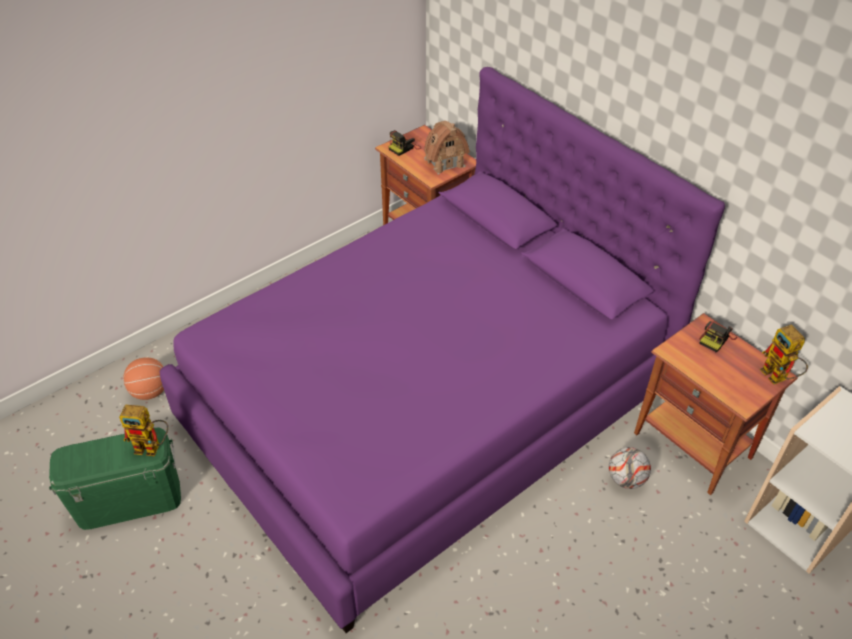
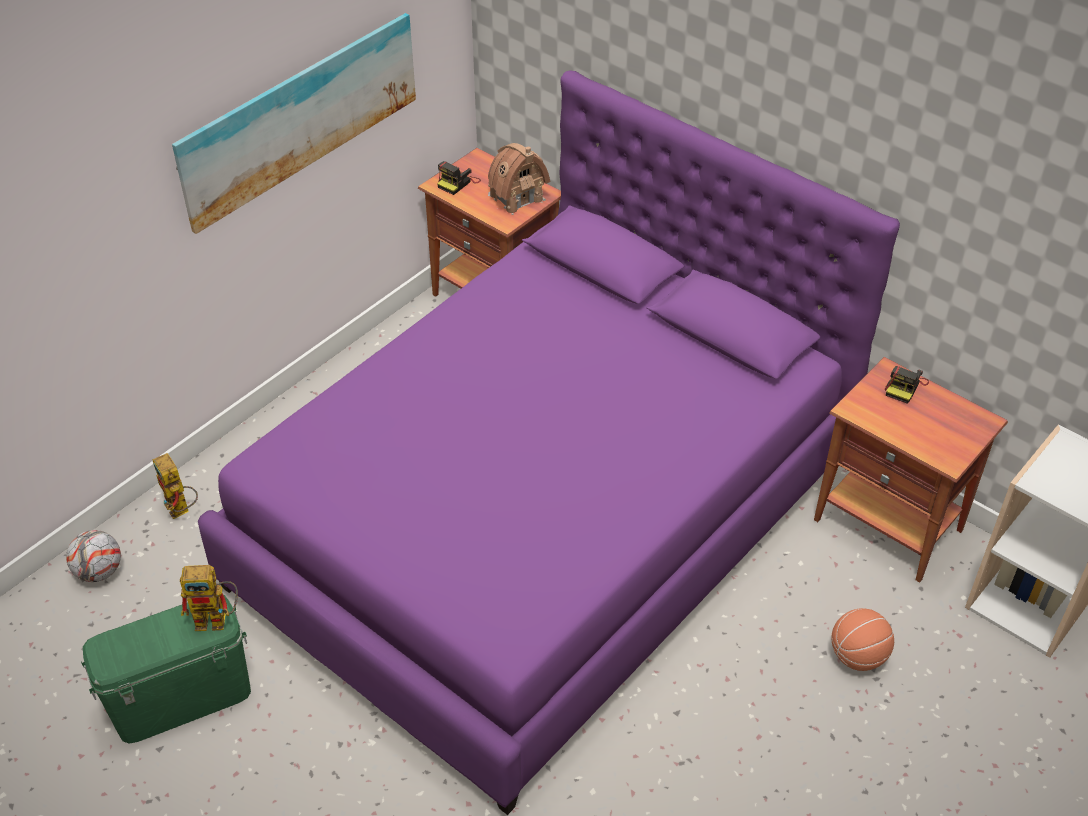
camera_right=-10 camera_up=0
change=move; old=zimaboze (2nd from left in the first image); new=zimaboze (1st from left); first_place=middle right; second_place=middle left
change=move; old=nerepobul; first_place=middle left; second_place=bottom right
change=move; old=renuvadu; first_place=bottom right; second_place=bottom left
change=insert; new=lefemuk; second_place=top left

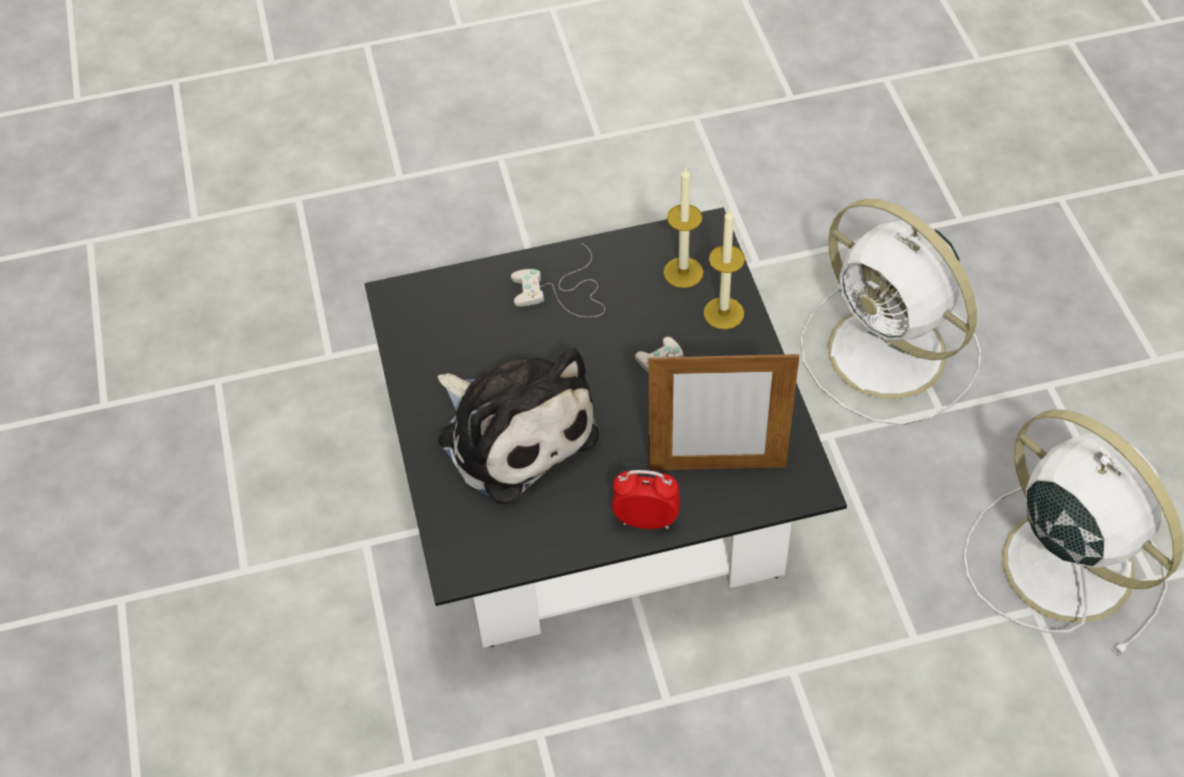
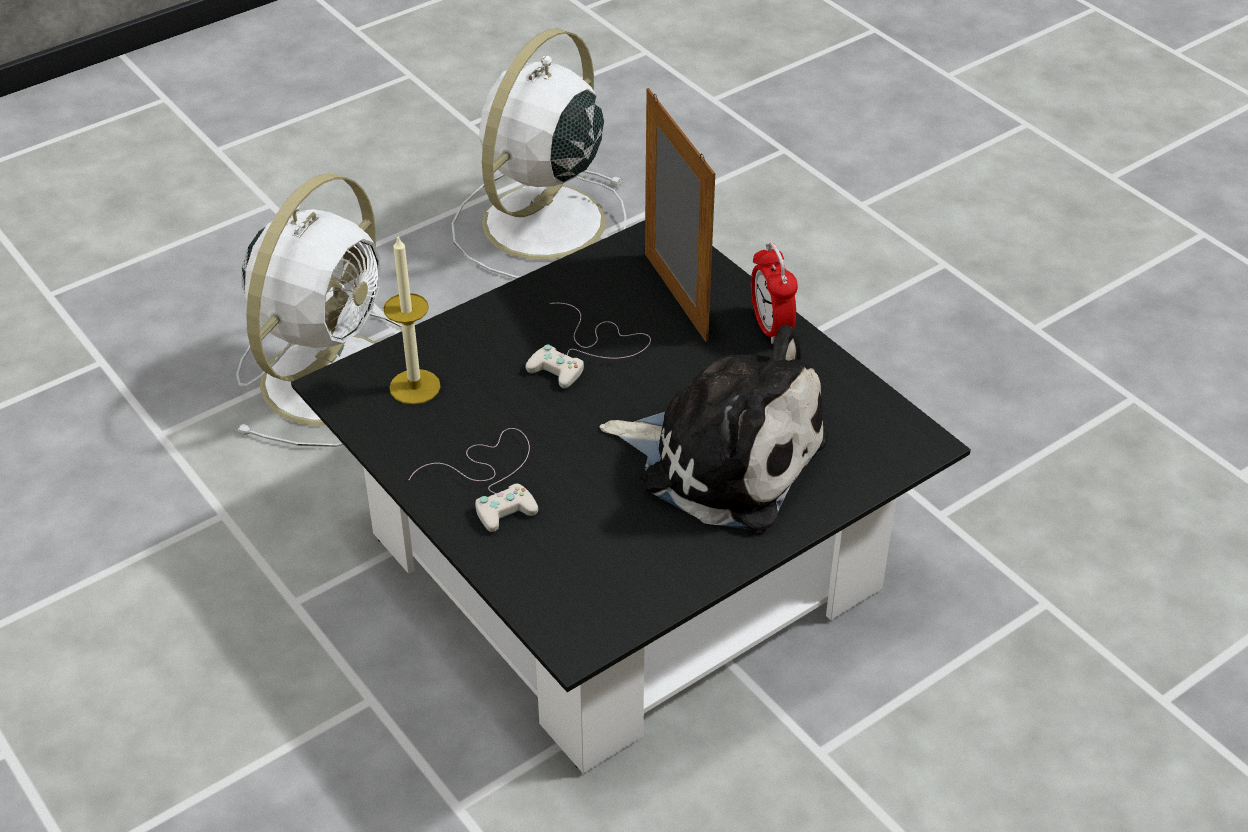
camera_right=-115 camera_up=-10
change=delete; old=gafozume (2nd from left); first_place=centre
change=rotate; old=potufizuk; first_place=centre; second_place=centre; degrees=90

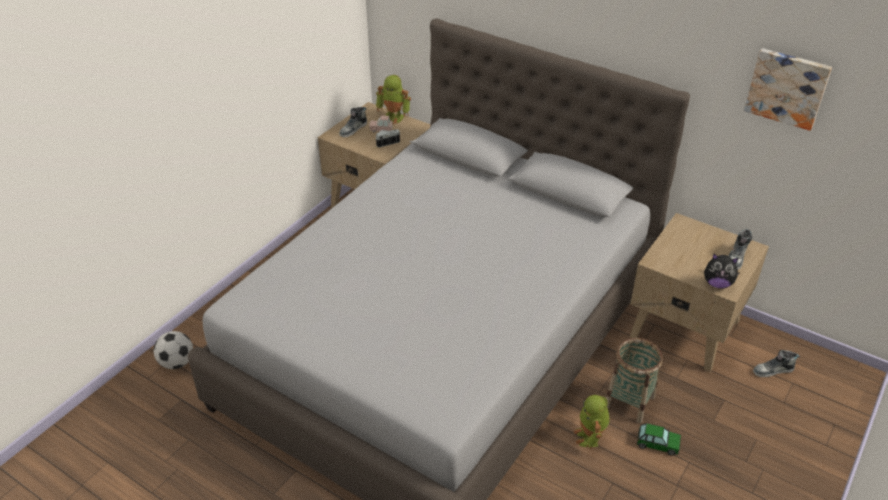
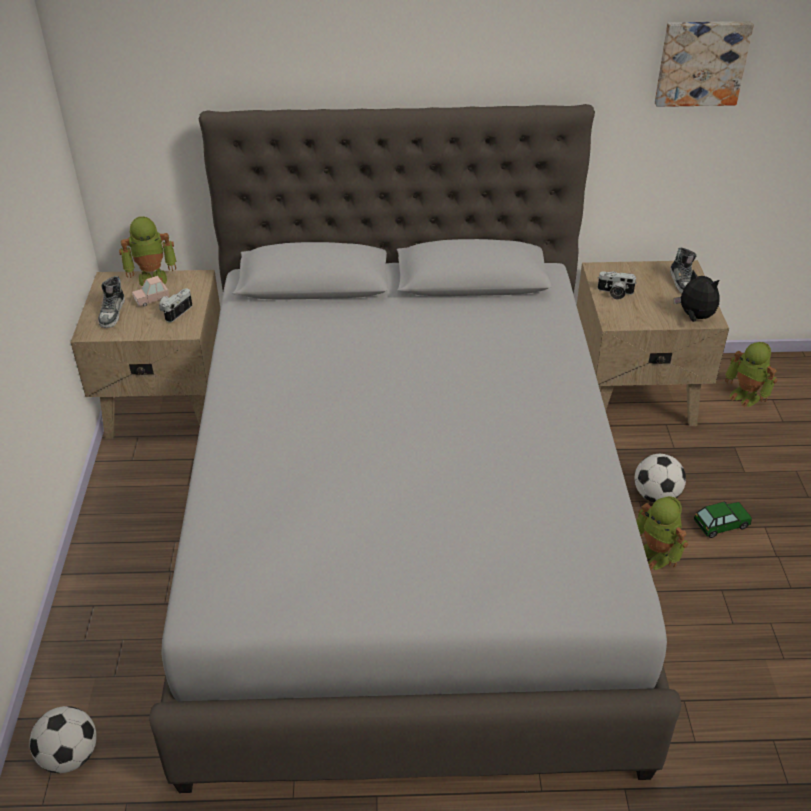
camera_right=-35 camera_up=0
change=rotate; old=potufizuk; first_place=middle right; second_place=middle right; degrees=-120
change=replace; old=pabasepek; new=renuvadu (2nd from left); first_place=bottom right; second_place=middle right
change=replace; old=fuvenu (3rd from left); new=zimaboze (3rd from left); first_place=bottom right; second_place=middle right
change=insert; new=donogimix (2nd from left); second_place=middle right

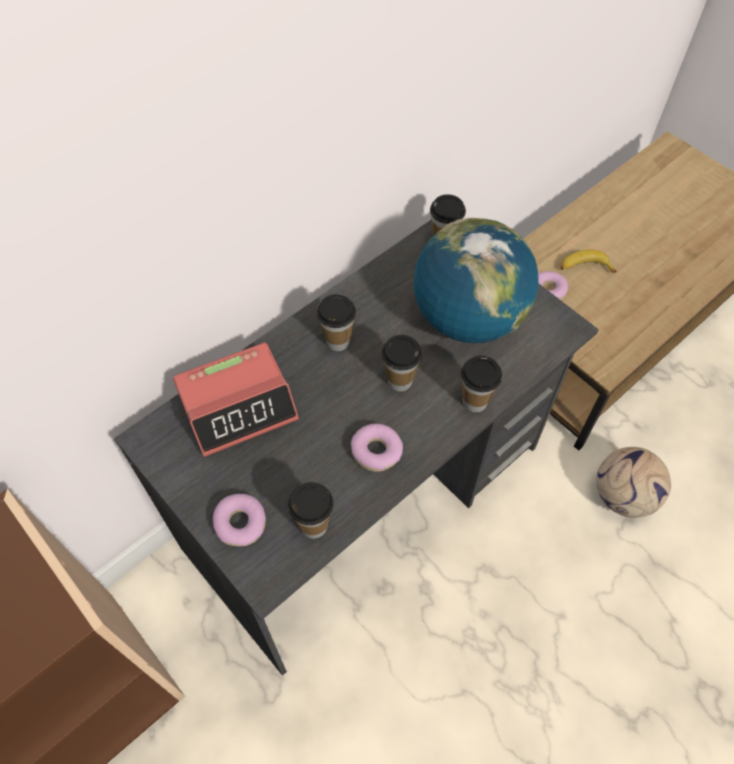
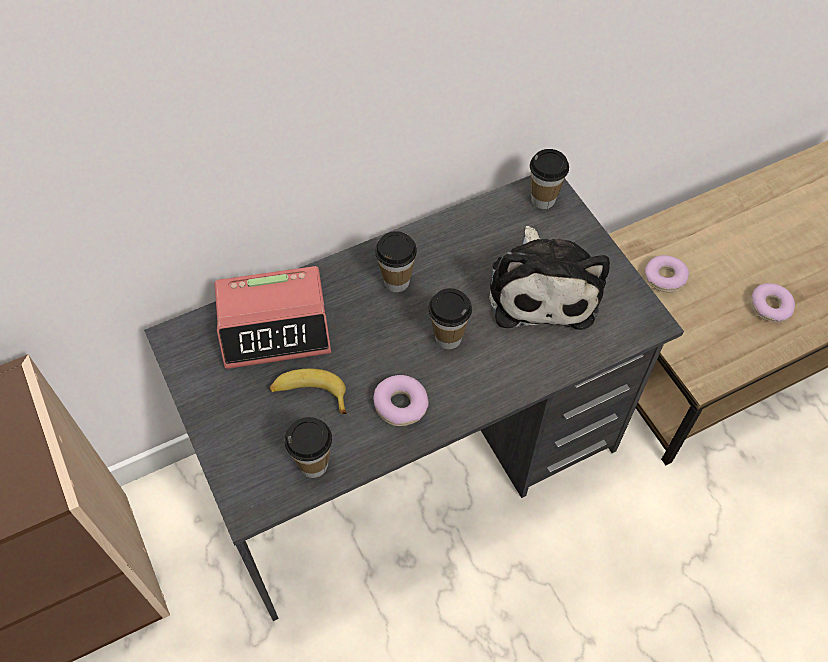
camera_right=15 camera_up=0
change=replace; old=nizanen; new=potufizuk; first_place=centre; second_place=centre
change=move; old=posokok; first_place=middle right; second_place=centre
change=delete; old=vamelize (5th from left); first_place=centre
change=delete; old=renuvadu; first_place=middle right
change=move; old=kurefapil (1st from left in the first image); new=kurefapil (3rd from left); first_place=bottom left; second_place=middle right

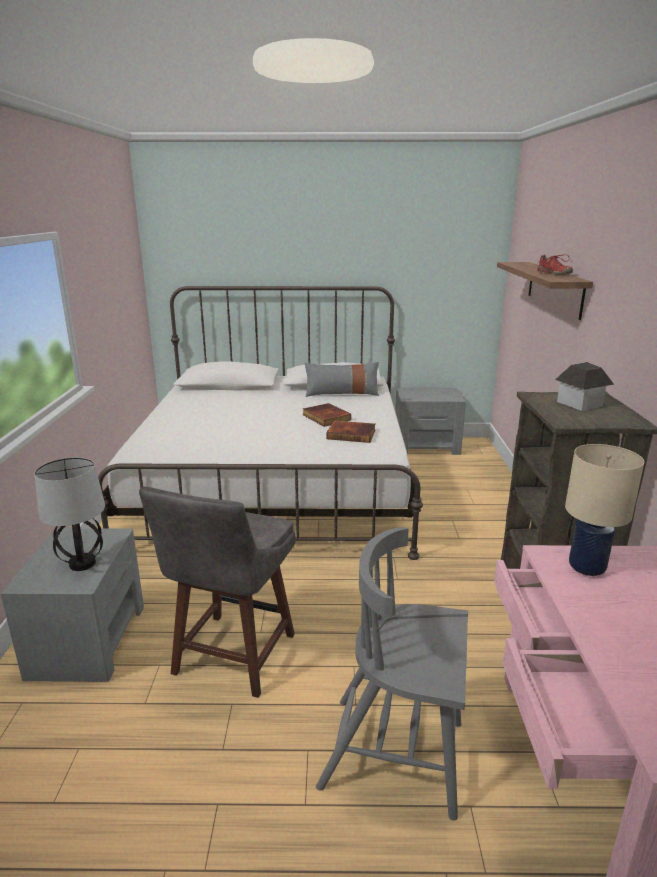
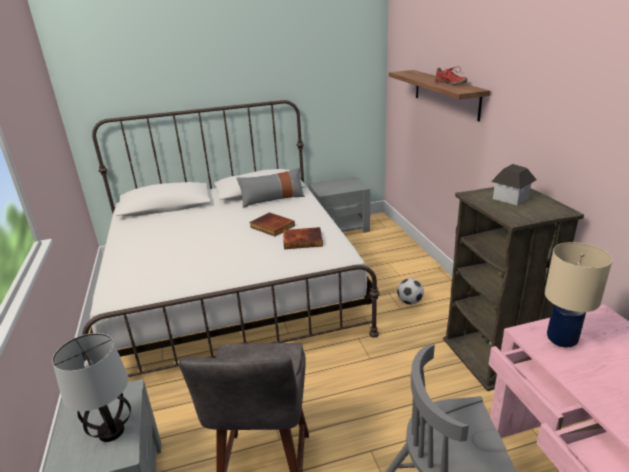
camera_right=-15 camera_up=5
change=insert; new=renuvadu; second_place=centre

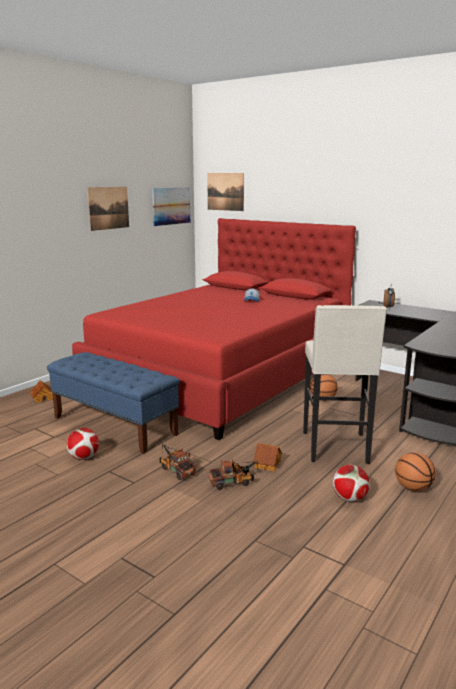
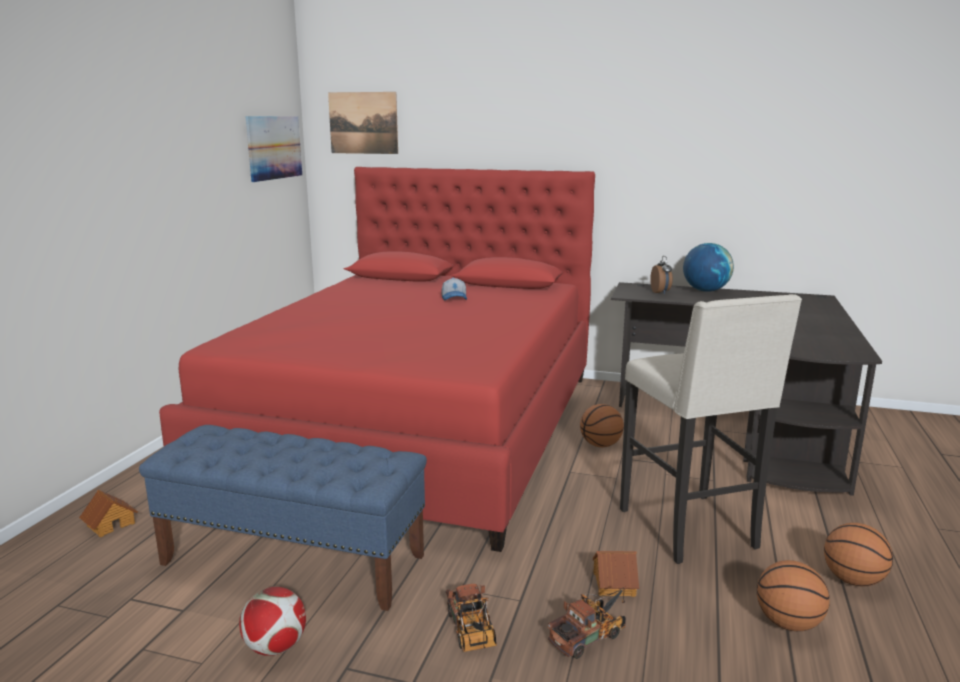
camera_right=-20 camera_up=0
change=delete; old=lefemuk (1st from left); first_place=top left
change=rotate; old=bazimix (1st from left); first_place=bottom centre; second_place=bottom centre; degrees=-135
change=replace; old=renuvadu (2nd from left); new=nerepobul (2nd from left); first_place=bottom right; second_place=bottom right
change=insert; new=nizanen; second_place=middle right

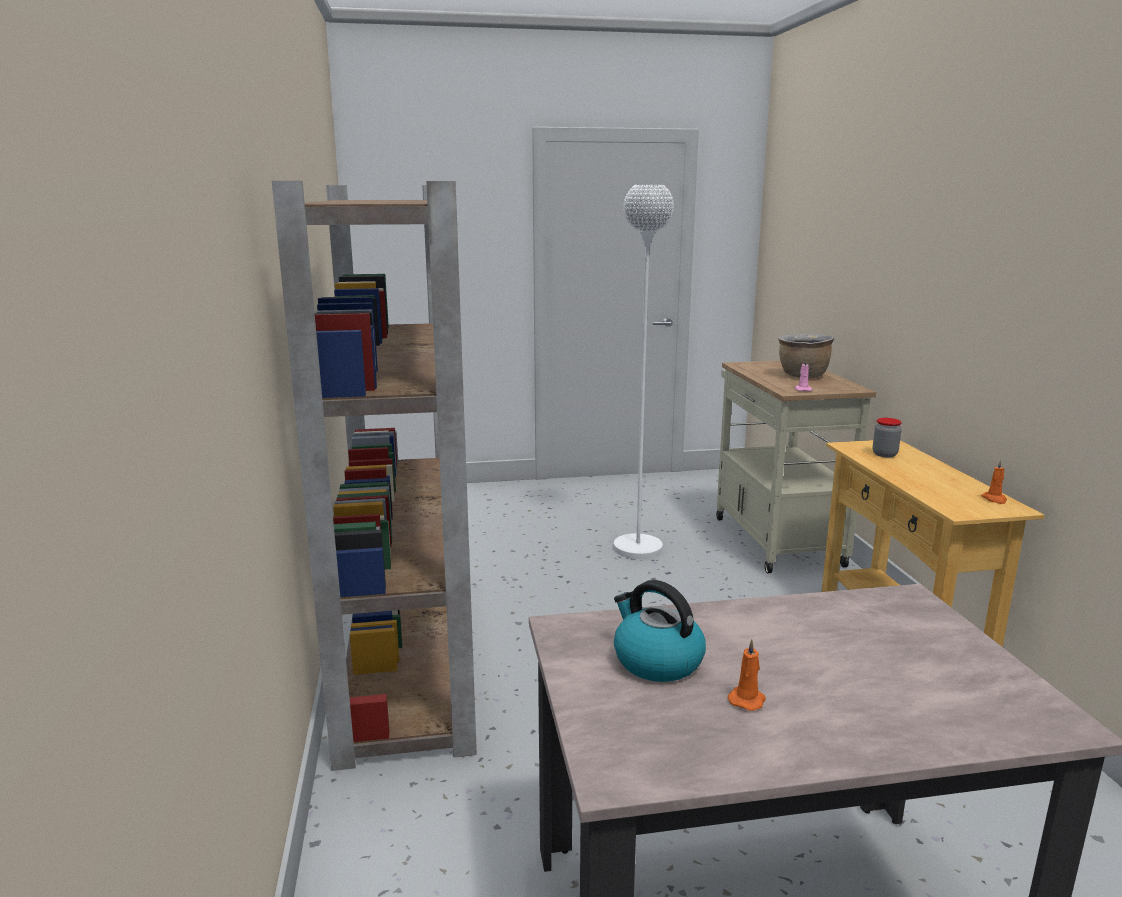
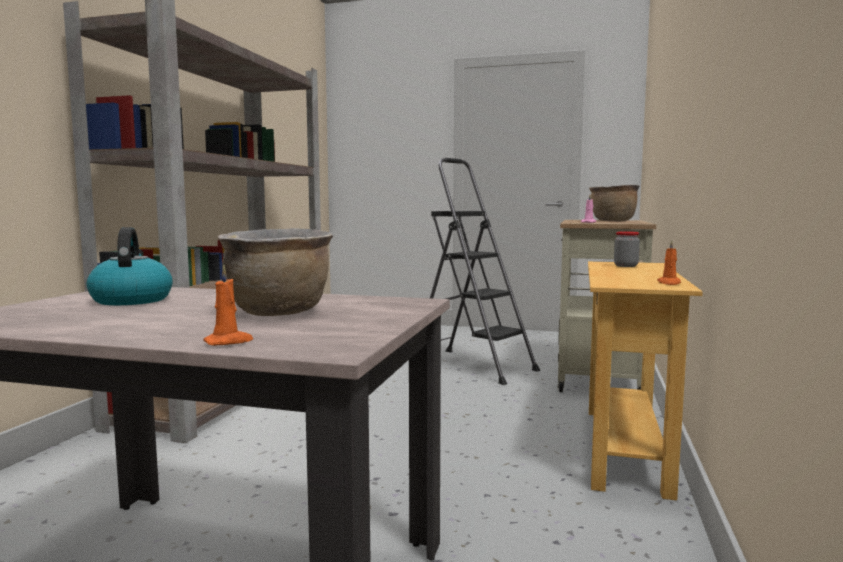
camera_right=25 camera_up=-10
change=replace; old=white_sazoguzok; new=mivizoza; first_place=centre; second_place=centre
change=move; old=orange_gafozume (1st from left); first_place=bottom centre; second_place=middle left
change=insert; new=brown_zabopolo (1st from left); second_place=middle left

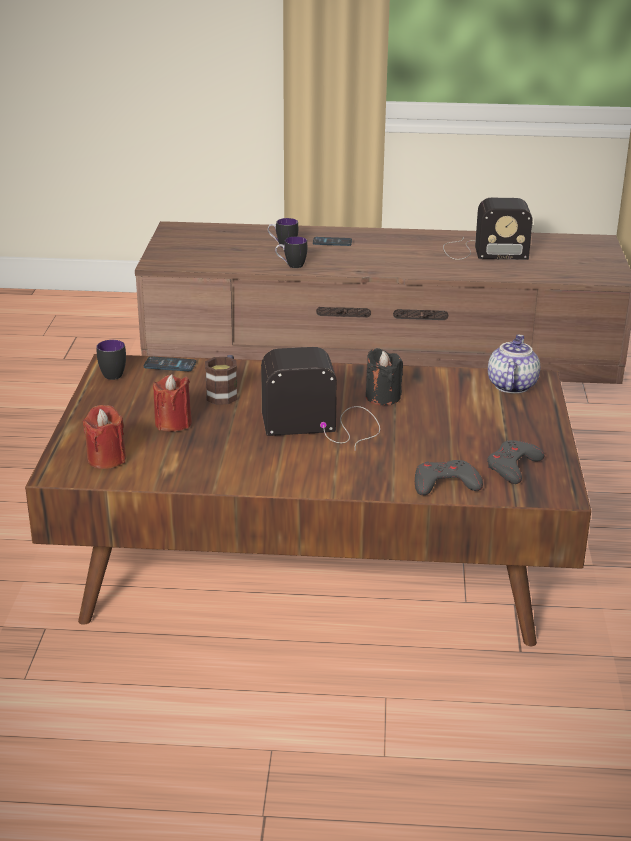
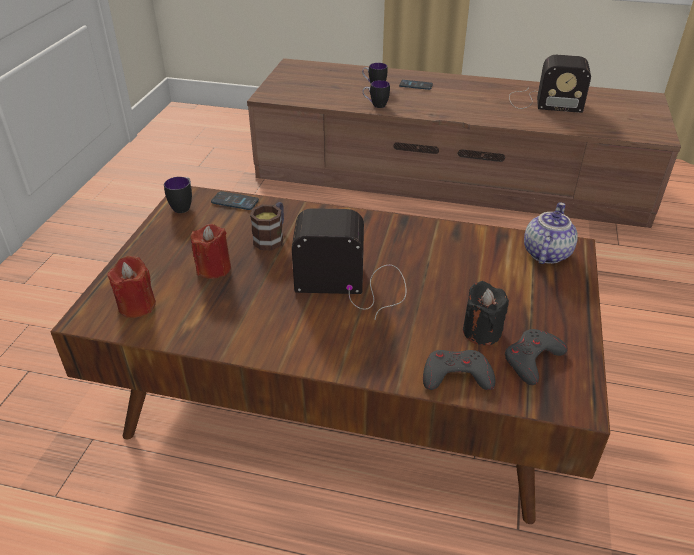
camera_right=10 camera_up=10
change=move; old=black_gafozume; first_place=centre; second_place=middle right

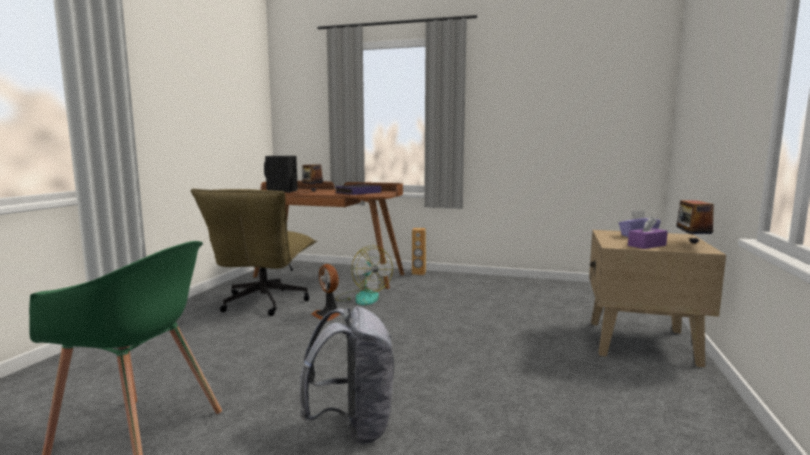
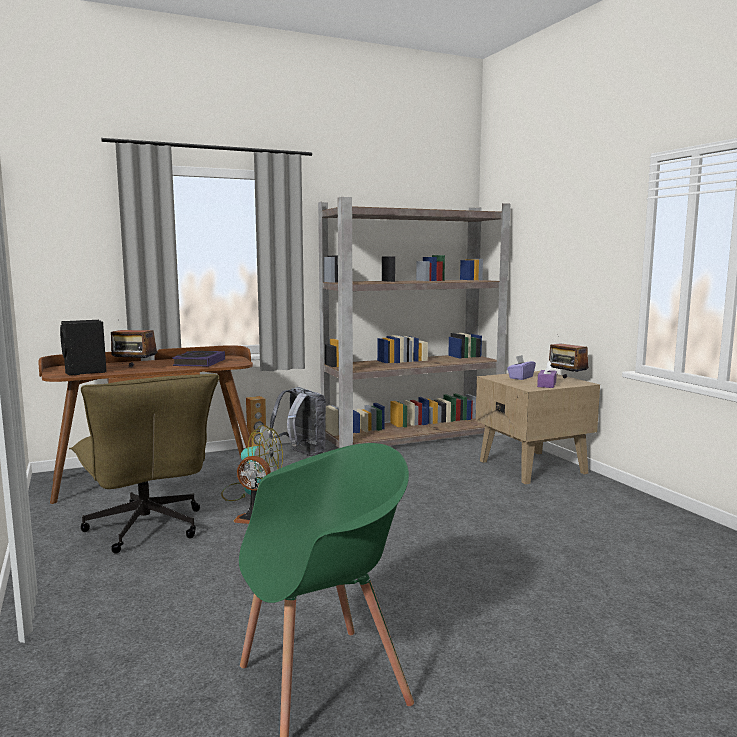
camera_right=-40 camera_up=0
change=move; old=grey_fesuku; first_place=bottom centre; second_place=centre
change=insert; new=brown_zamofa; second_place=centre

